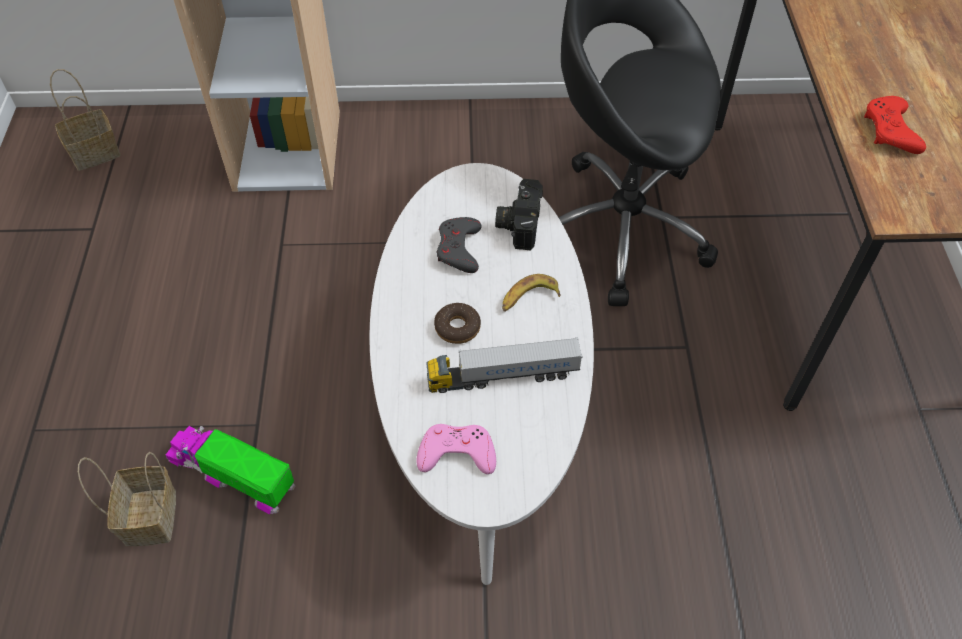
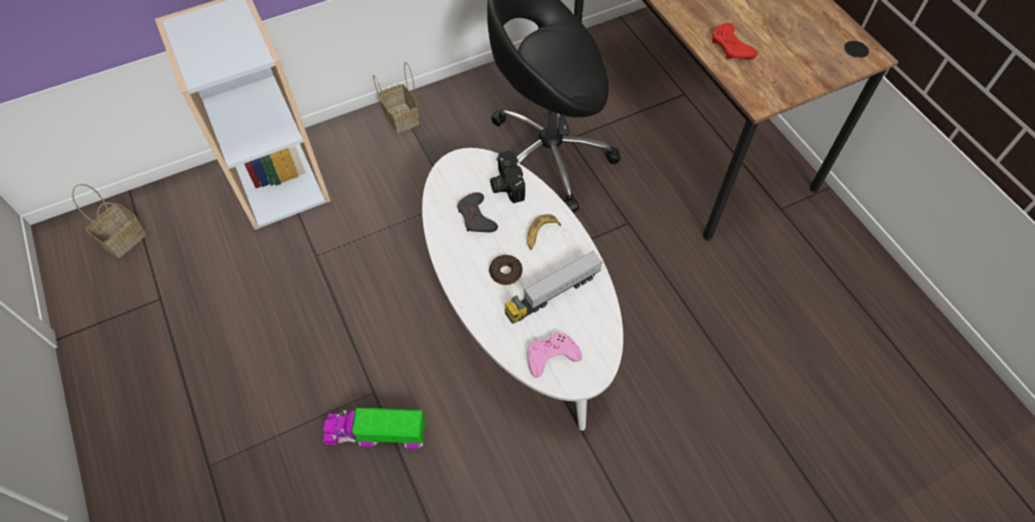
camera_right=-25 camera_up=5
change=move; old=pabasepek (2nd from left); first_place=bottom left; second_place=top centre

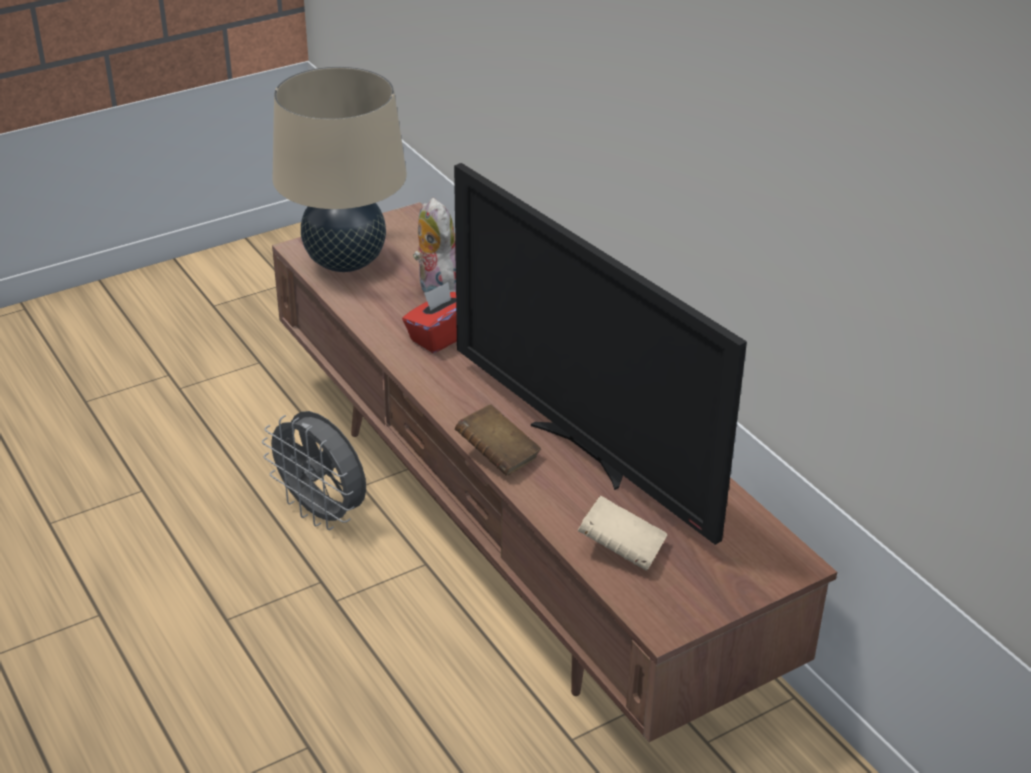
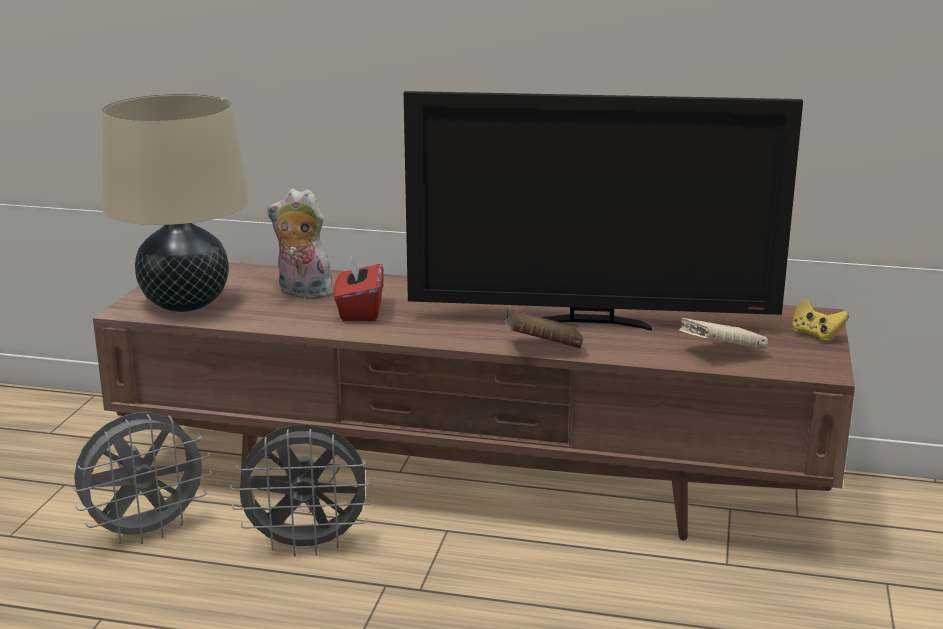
camera_right=-45 camera_up=-15
change=insert; new=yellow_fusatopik; second_place=middle right
change=insert; new=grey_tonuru (1st from left); second_place=bottom left

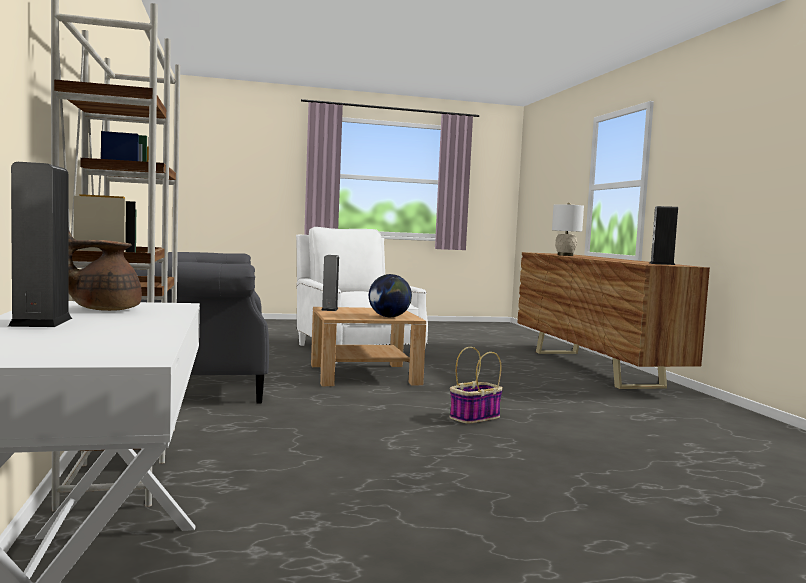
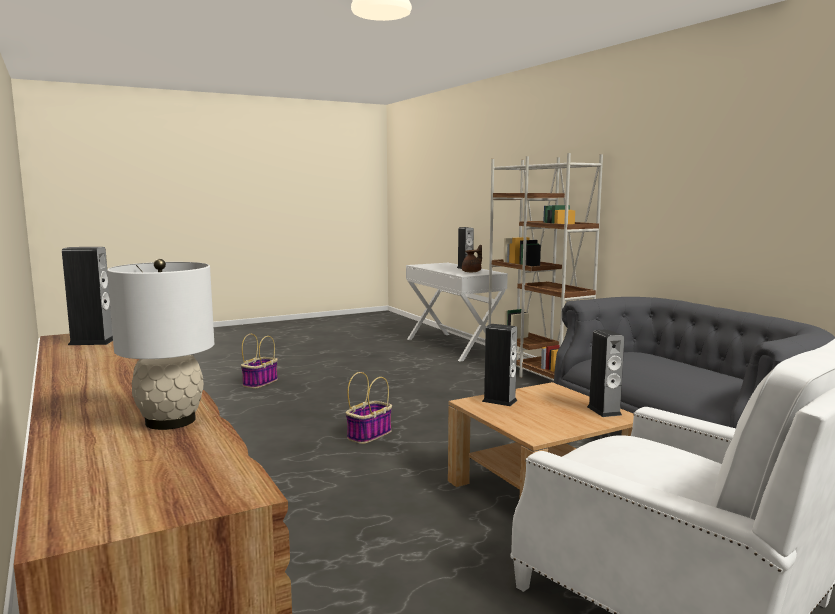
camera_right=165 camera_up=5
change=replace; old=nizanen; new=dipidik (3rd from left); first_place=centre; second_place=centre
change=insert; new=pabasepek (1st from left); second_place=middle left

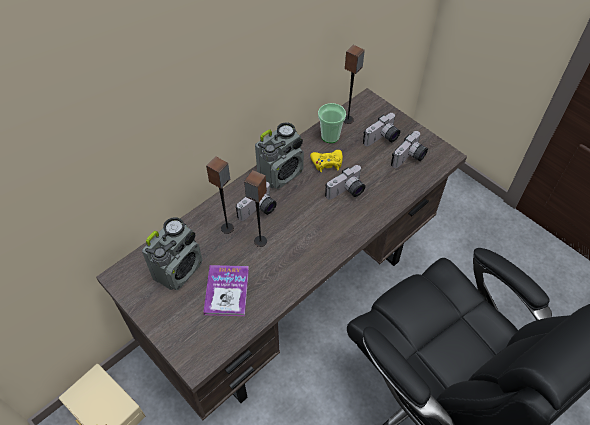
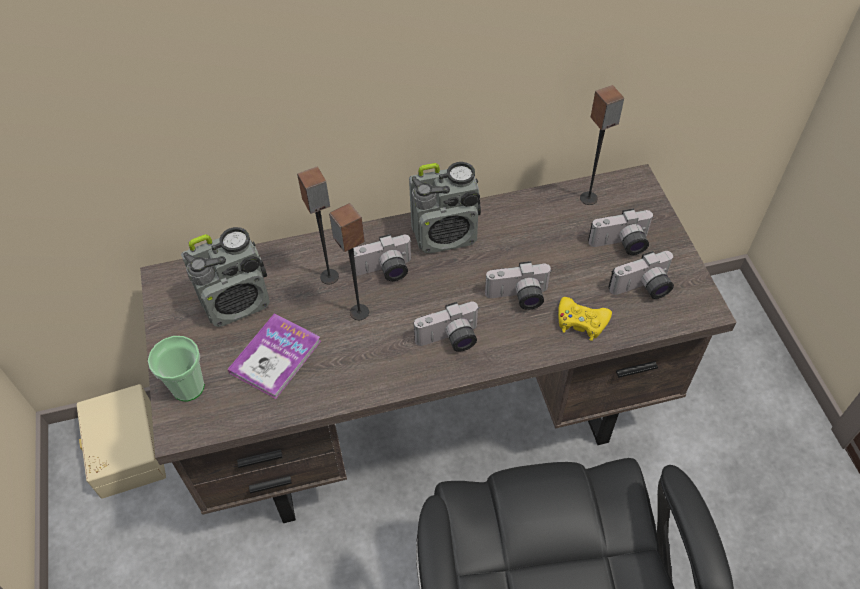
camera_right=30 camera_up=0
change=move; old=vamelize; first_place=top centre; second_place=middle left
change=move; old=yellow_fusatopik; first_place=centre; second_place=middle right
change=insert; new=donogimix (2nd from left); second_place=centre

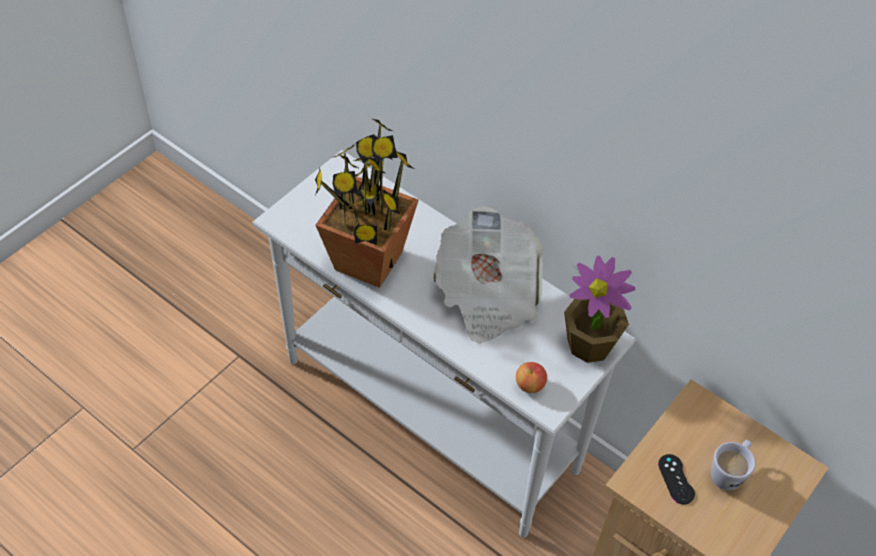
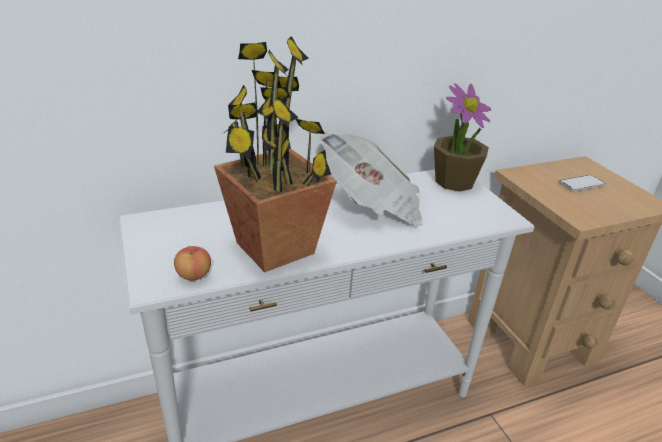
camera_right=-60 camera_up=-20
change=move; old=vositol; first_place=bottom centre; second_place=middle left
change=replace; old=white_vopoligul; new=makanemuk; first_place=bottom right; second_place=middle right
change=delete; old=black_fusatopik; first_place=bottom right

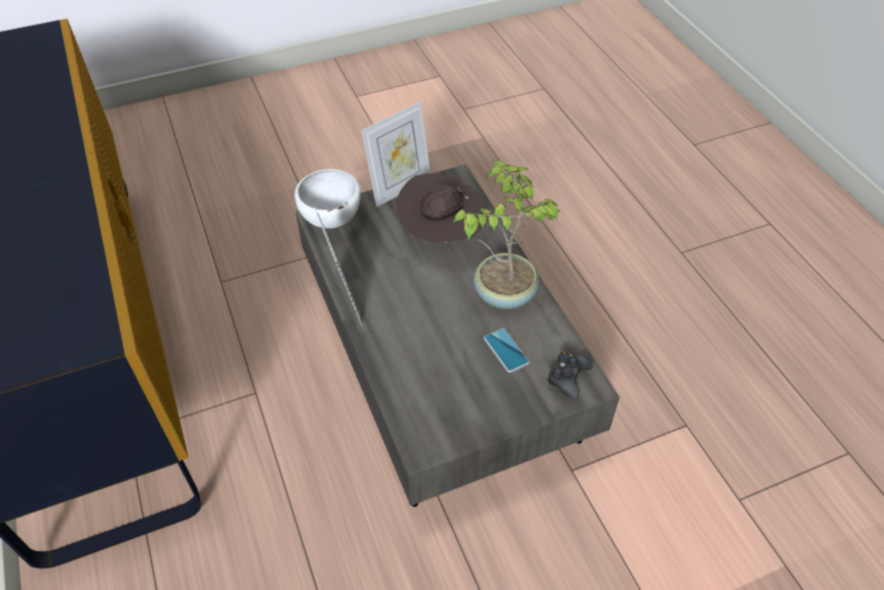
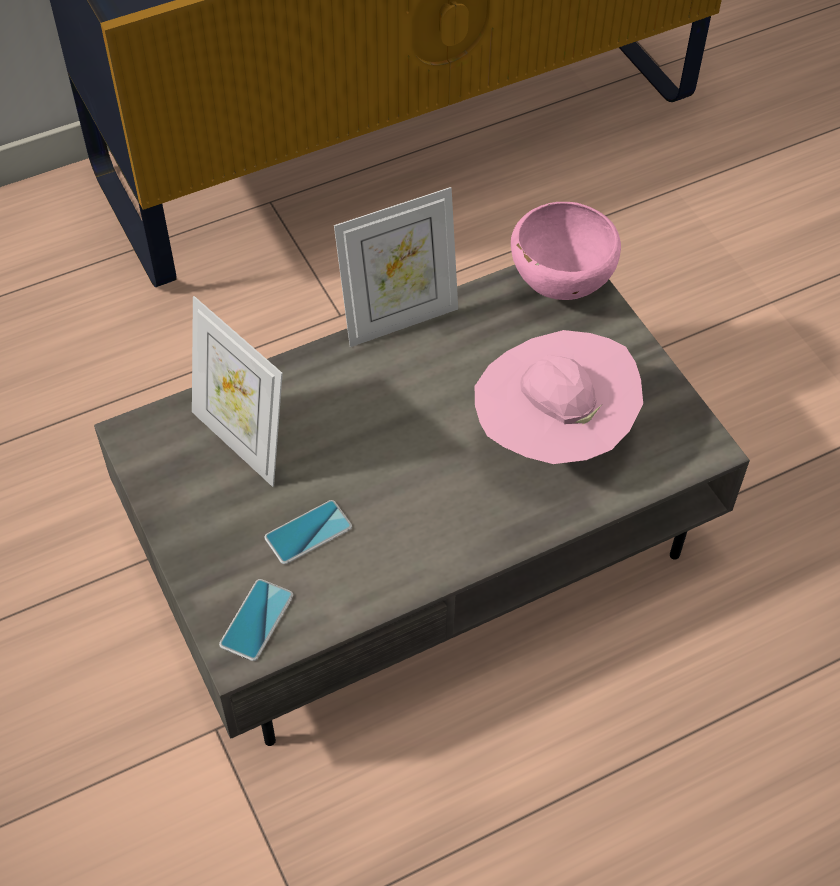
camera_right=85 camera_up=5
change=move; old=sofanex (2nd from left in the first image); new=sofanex (1st from left); first_place=top centre; second_place=middle left
change=delete; old=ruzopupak; first_place=centre
change=recolor; old=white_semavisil; new=pink_semavisil; first_place=centre; second_place=top right
change=recolor; old=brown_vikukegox; new=pink_vikukegox; first_place=centre; second_place=centre
change=replace; old=black_fusatopik; new=makanemuk (1st from left); first_place=centre; second_place=bottom left

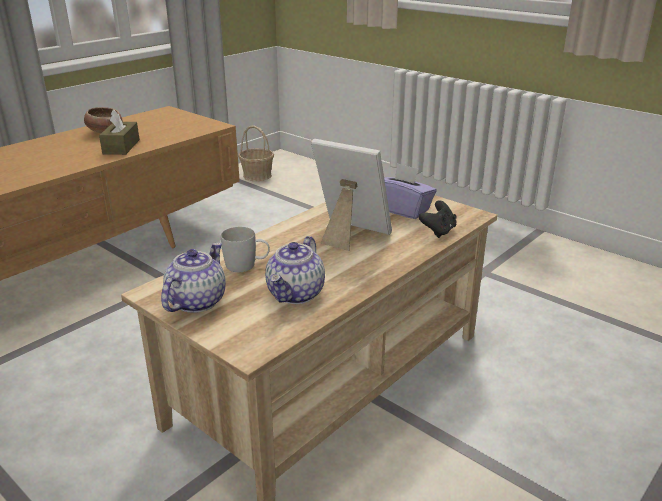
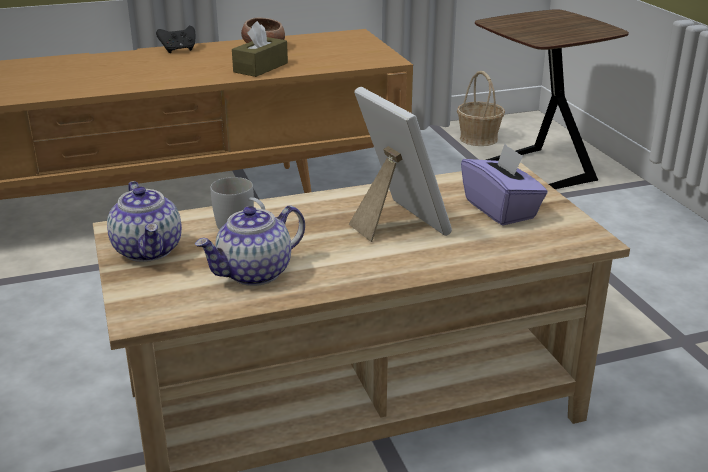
camera_right=30 camera_up=0
change=move; old=black_fusatopik; first_place=centre; second_place=top left
change=rotate; old=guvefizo (1st from left); first_place=middle left; second_place=middle left; degrees=105
change=insert; new=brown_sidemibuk; second_place=top right

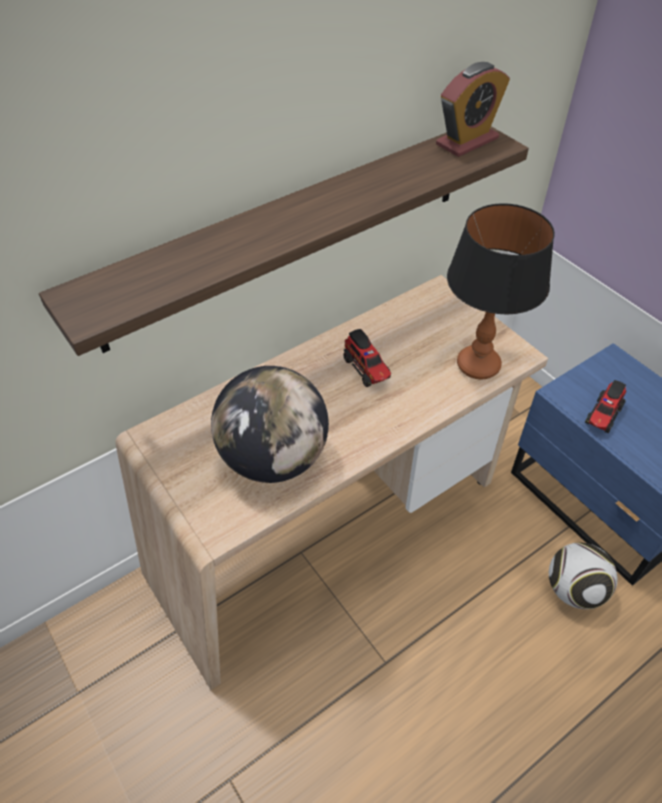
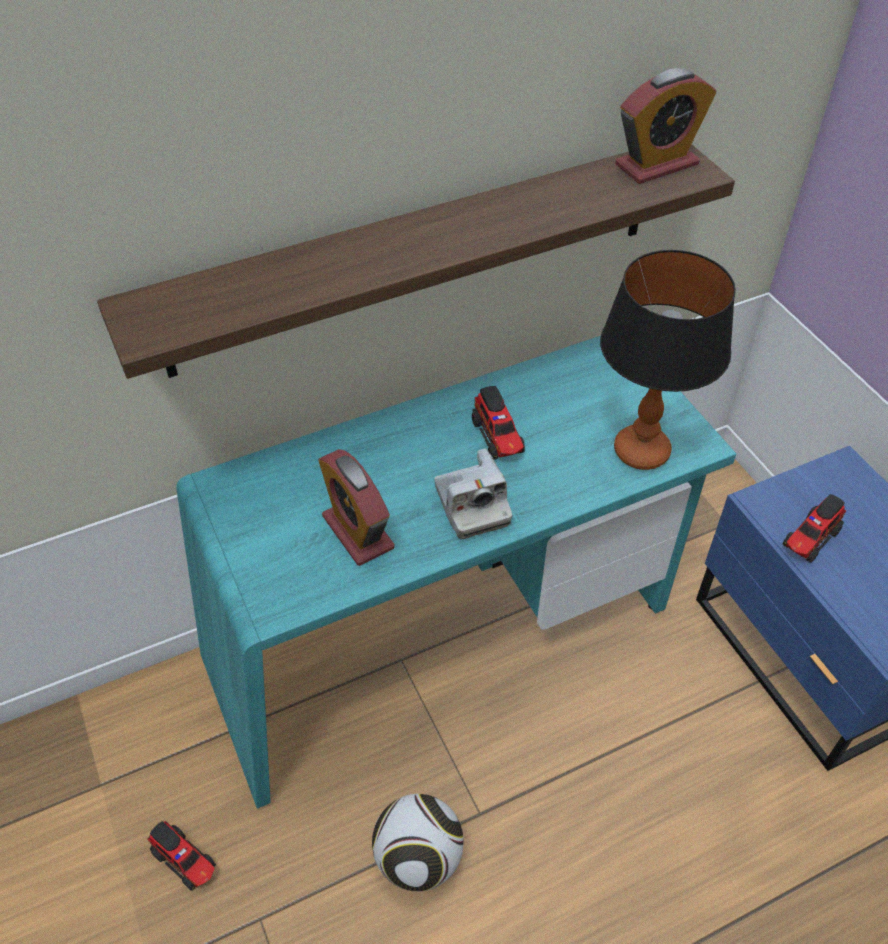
camera_right=10 camera_up=0
change=recolor; old=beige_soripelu; new=turquoise_soripelu; first_place=centre; second_place=centre
change=replace; old=nizanen; new=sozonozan (1st from left); first_place=centre; second_place=centre
change=move; old=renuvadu; first_place=bottom right; second_place=bottom centre
change=insert; new=donogimix; second_place=centre
change=insert; new=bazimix (1st from left); second_place=bottom left

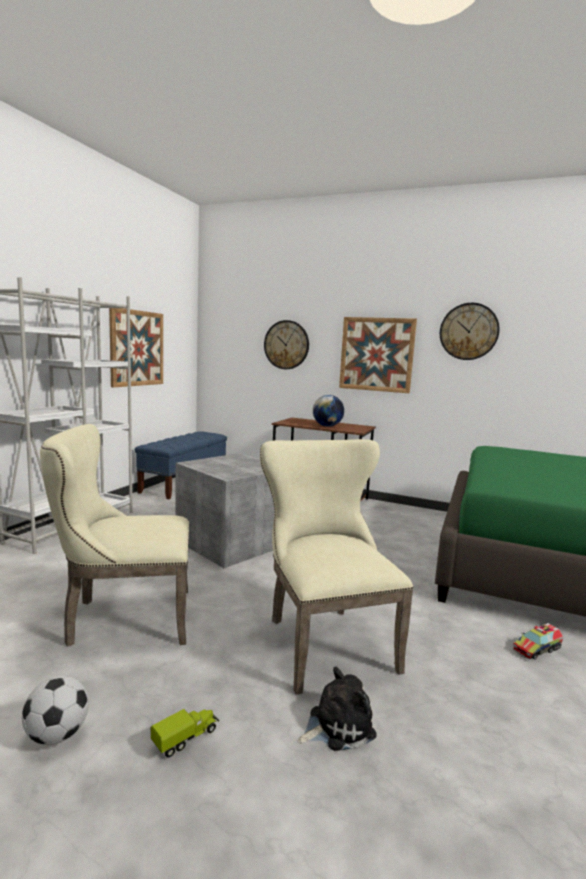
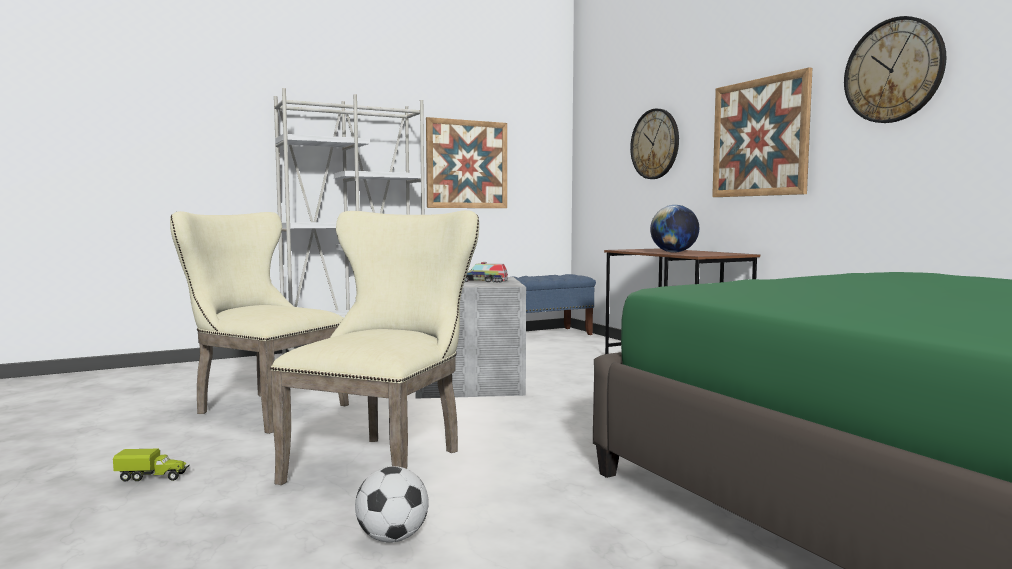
camera_right=40 camera_up=-5
change=move; old=bazimix (2nd from left); first_place=bottom right; second_place=centre
change=delete; old=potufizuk; first_place=bottom centre
change=move; old=renuvadu; first_place=bottom left; second_place=bottom centre

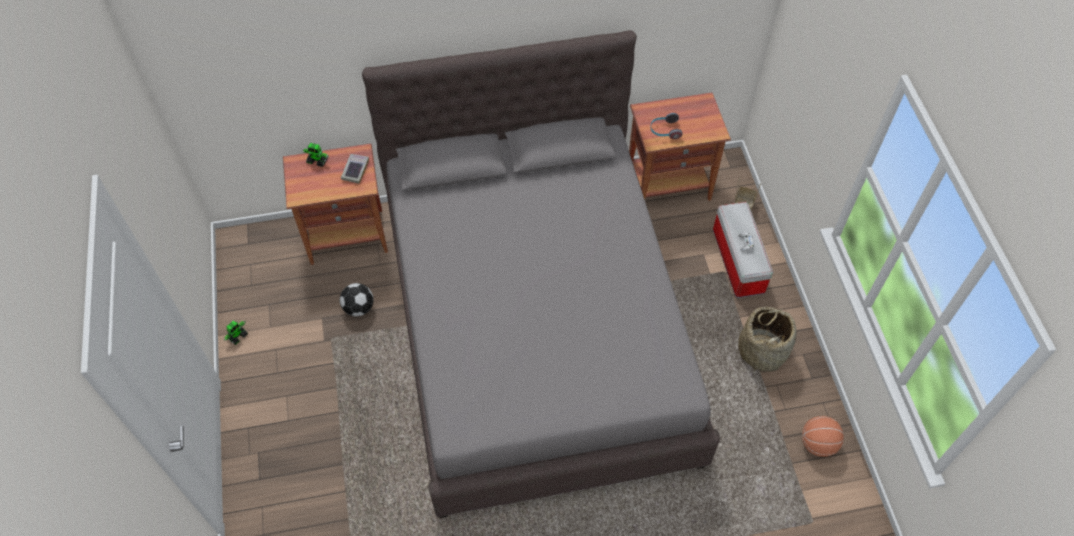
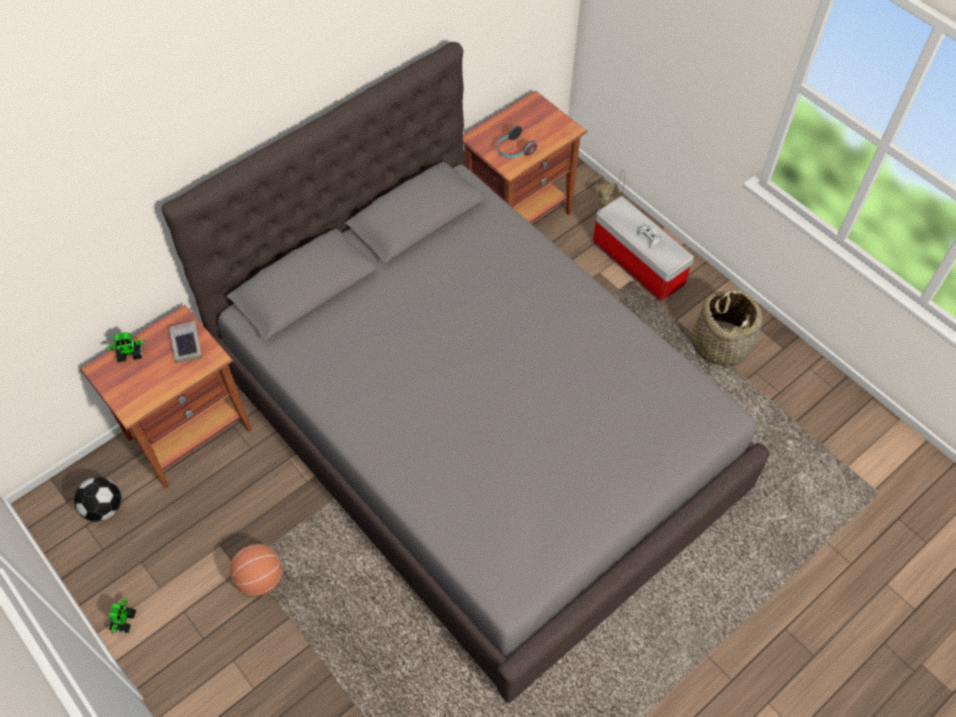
camera_right=-30 camera_up=0
change=move; old=renuvadu; first_place=middle left; second_place=bottom left
change=move; old=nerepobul; first_place=bottom right; second_place=bottom left

